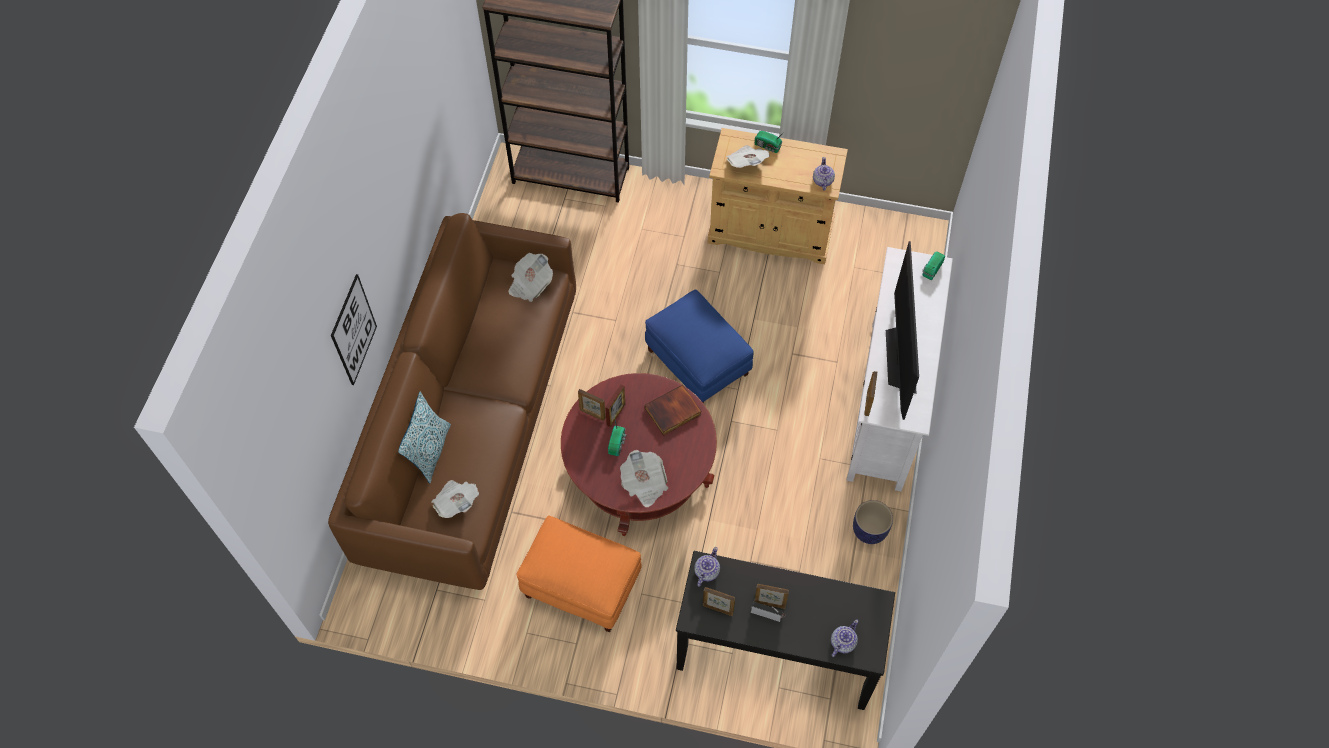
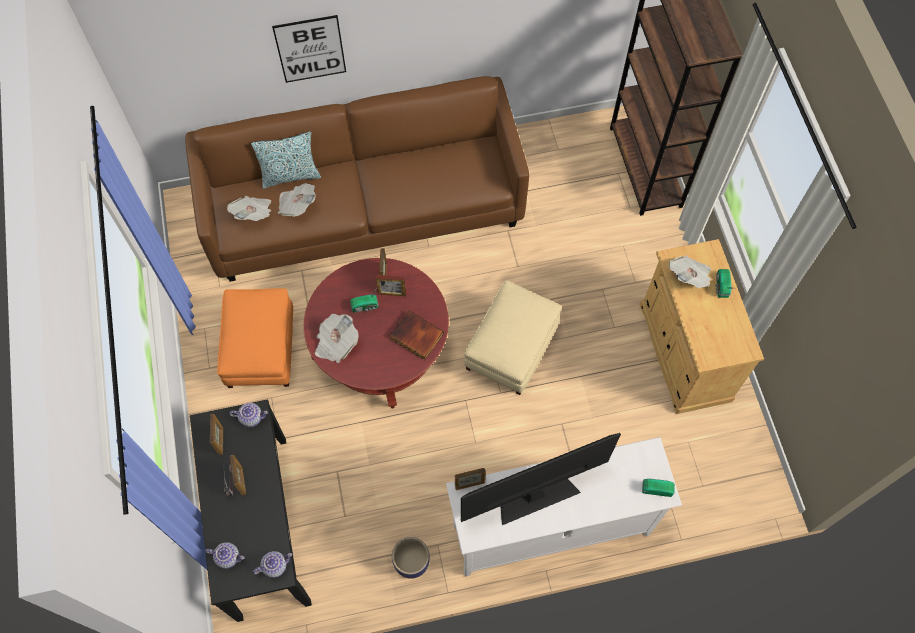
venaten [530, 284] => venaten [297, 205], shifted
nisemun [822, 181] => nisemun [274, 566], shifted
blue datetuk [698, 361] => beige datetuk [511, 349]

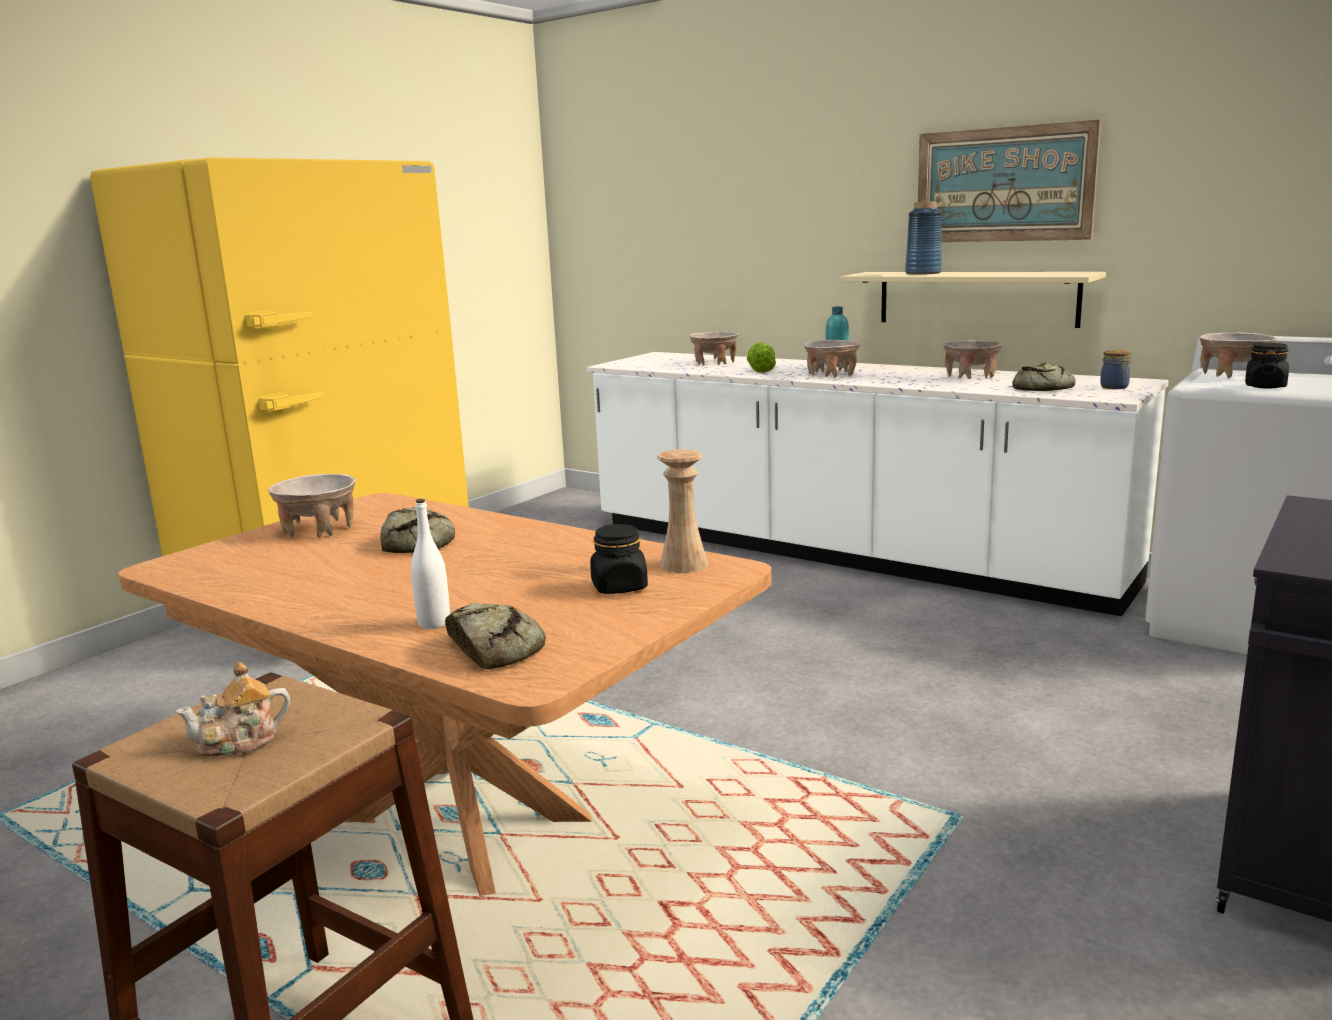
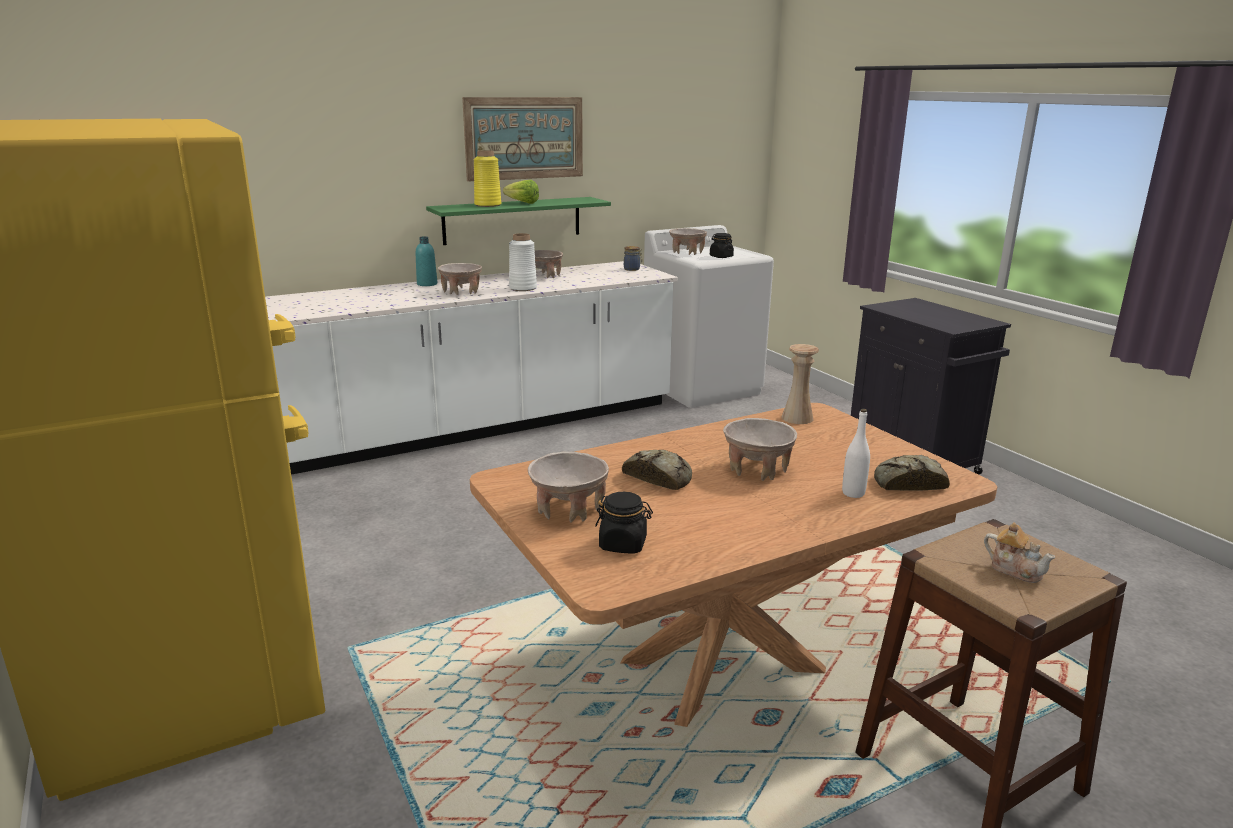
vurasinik [1041, 388] => nothing
nothing => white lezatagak [523, 288]
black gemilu [619, 587] => black gemilu [623, 544], shifted
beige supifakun [714, 363] => beige supifakun [757, 469], shifted
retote [760, 370] => retote [520, 203], shifted
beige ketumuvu [976, 298] => green ketumuvu [512, 220]
blue lezatagak [923, 273] => yellow lezatagak [487, 205]
nisemun [240, 742] => nisemun [1015, 570], 45 degrees counterclockwise

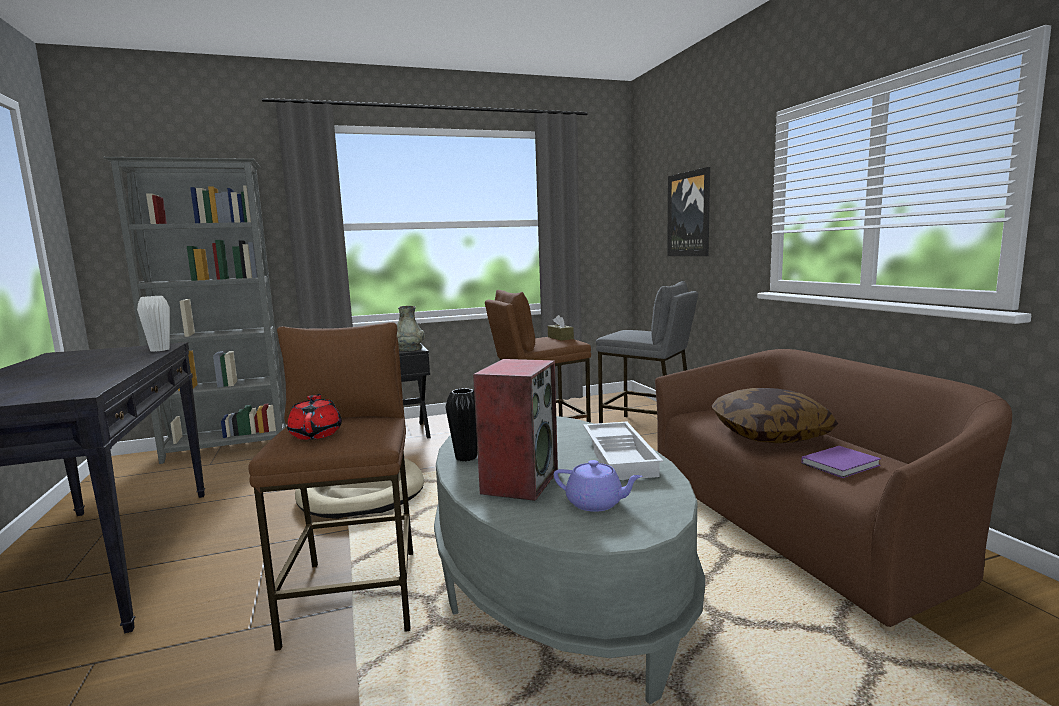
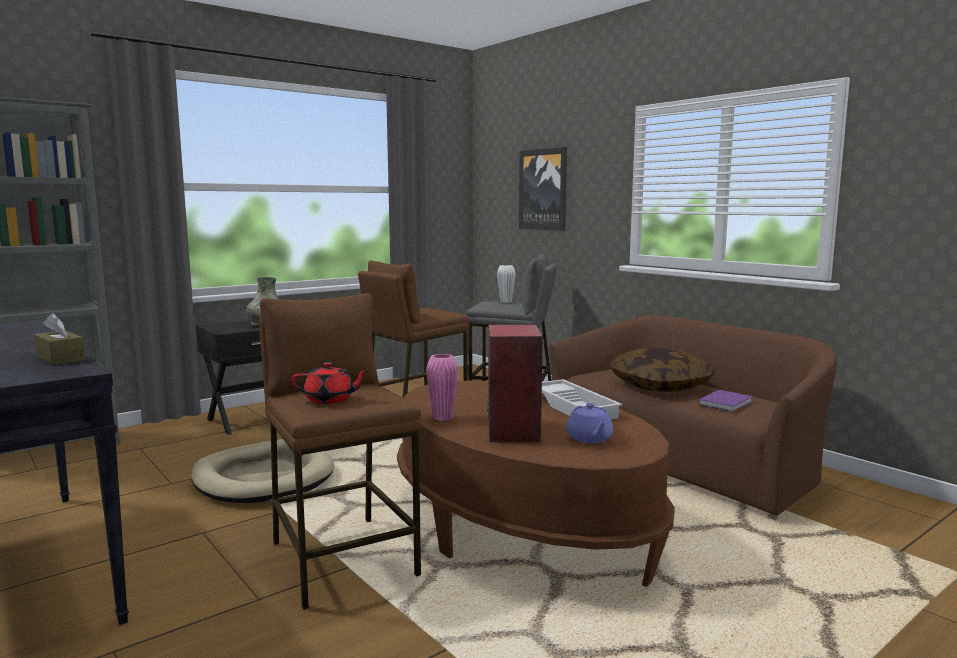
white lezatagak [159, 350] => white lezatagak [506, 302], shifted
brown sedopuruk [560, 338] => brown sedopuruk [60, 358], shifted
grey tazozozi [556, 586] => brown tazozozi [521, 527]
black lezatagak [466, 457] => pink lezatagak [442, 417]
red nisemun [316, 434] => red nisemun [330, 399], 120 degrees clockwise
purple nisemun [596, 503] => purple nisemun [589, 439], 75 degrees clockwise

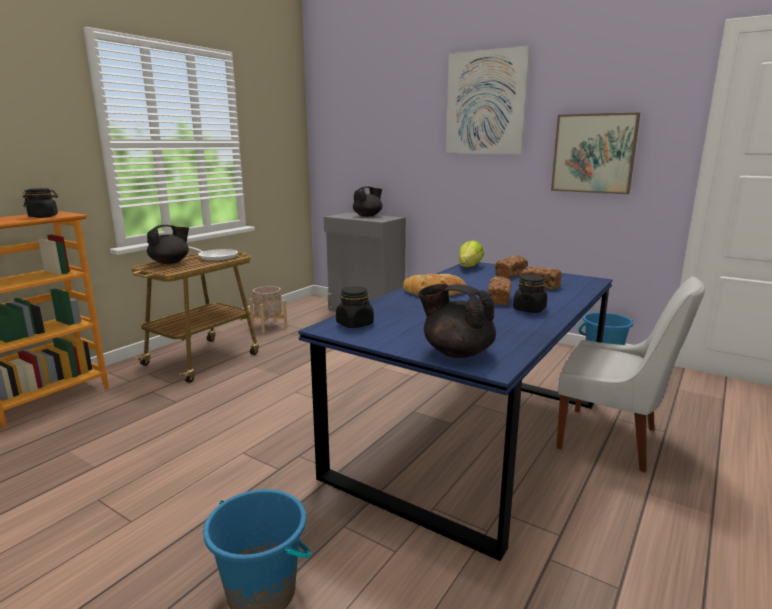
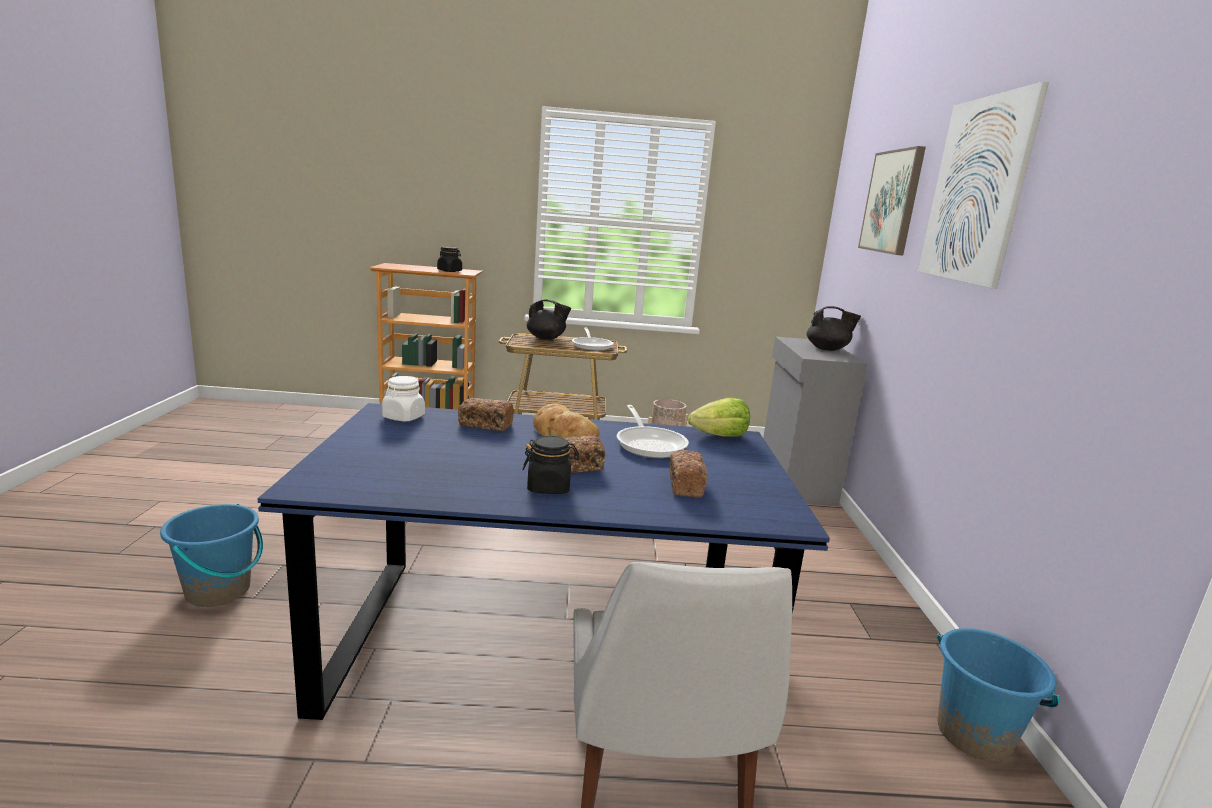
black nisemun [456, 352] => nothing
nothing => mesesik [649, 444]
vurasinik [511, 274] => vurasinik [485, 425], shifted
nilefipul [593, 153] => nilefipul [892, 202], shifted
black gemilu [355, 324] => white gemilu [403, 417]

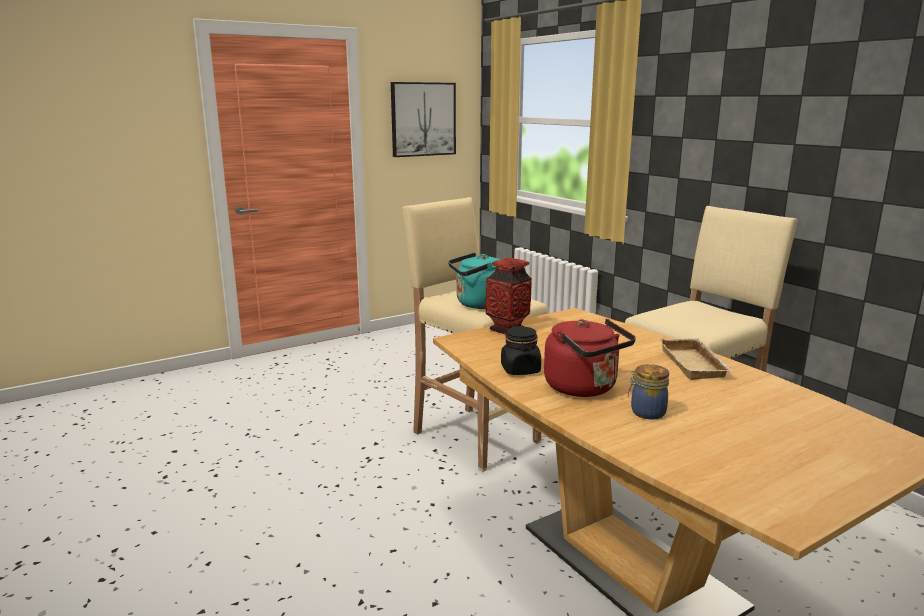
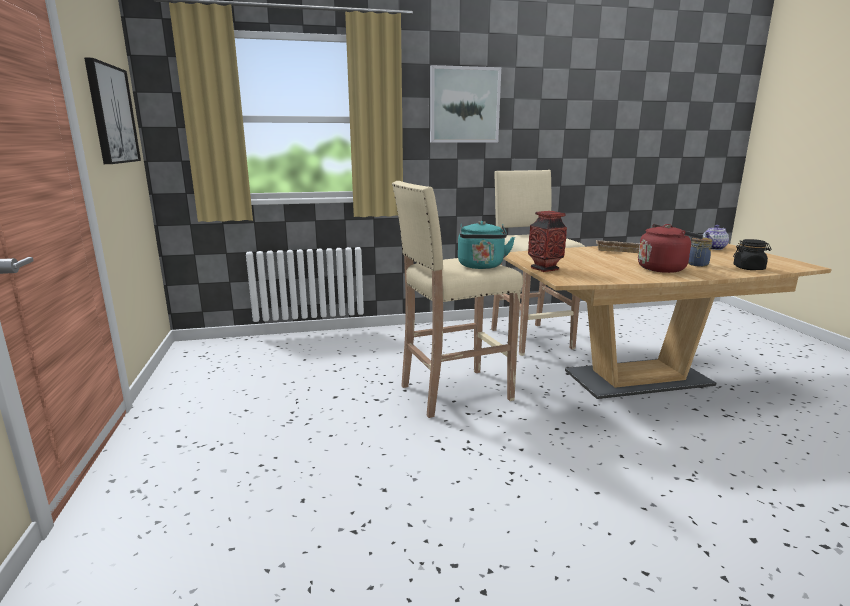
nothing => nilefipul [464, 105]
nothing => nisemun [713, 248]
black gemilu [520, 370] => black gemilu [749, 268], shifted

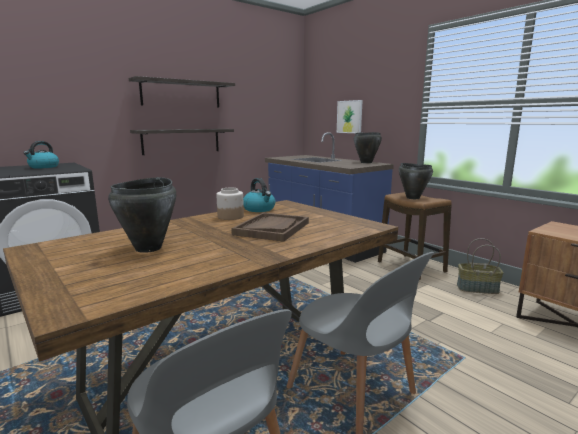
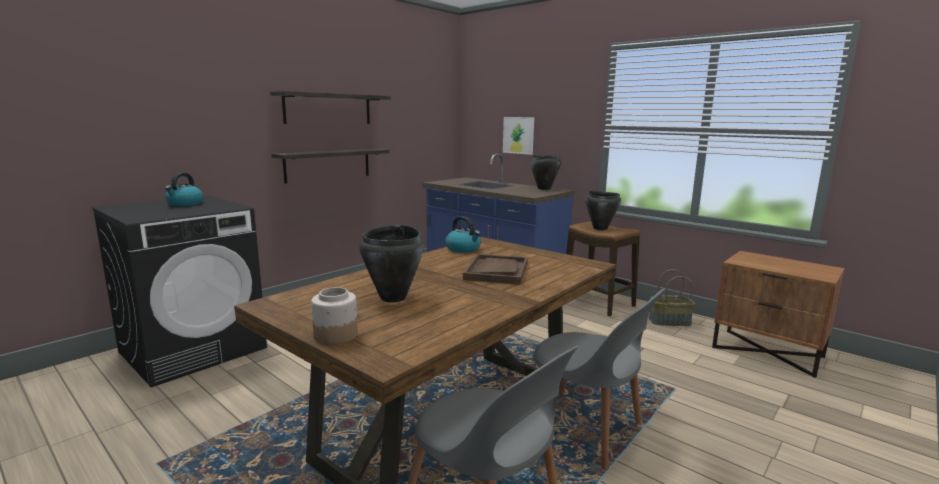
gemilu [230, 217] => gemilu [335, 336], shifted

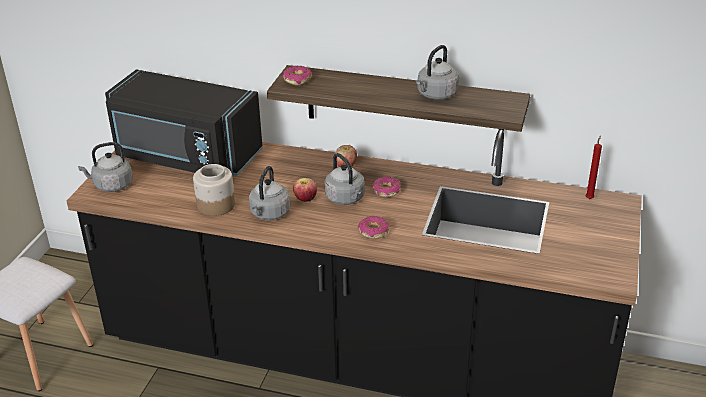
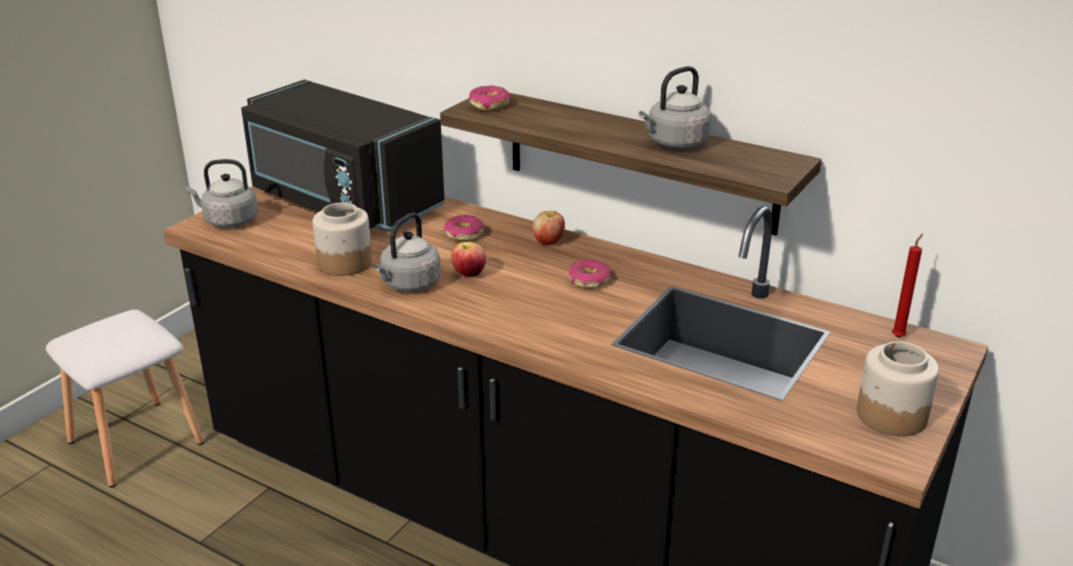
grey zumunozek [346, 199] => nothing
nothing => gemilu [890, 415]
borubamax [373, 232] => borubamax [463, 234], shifted

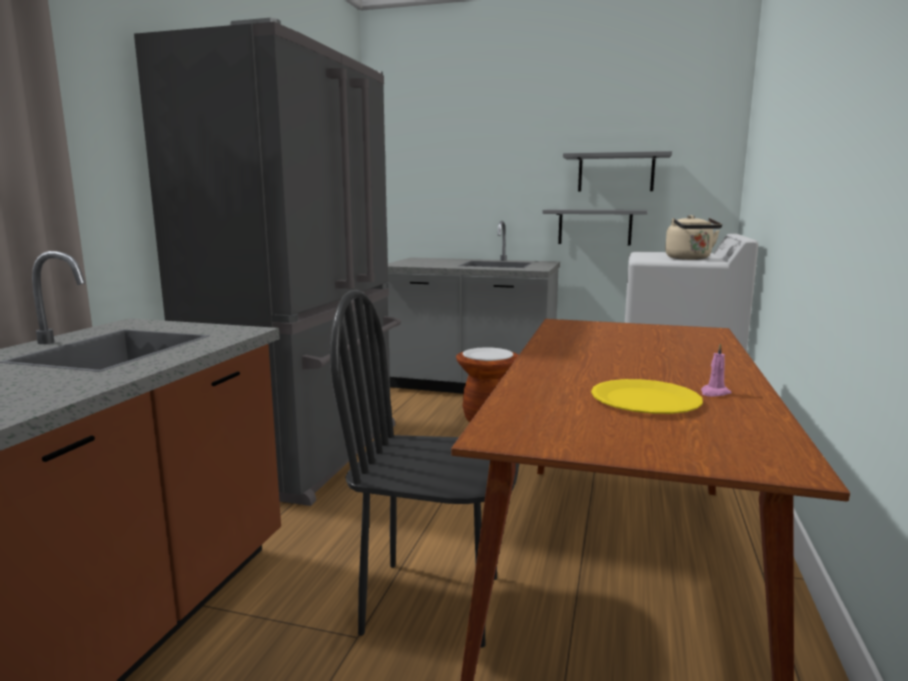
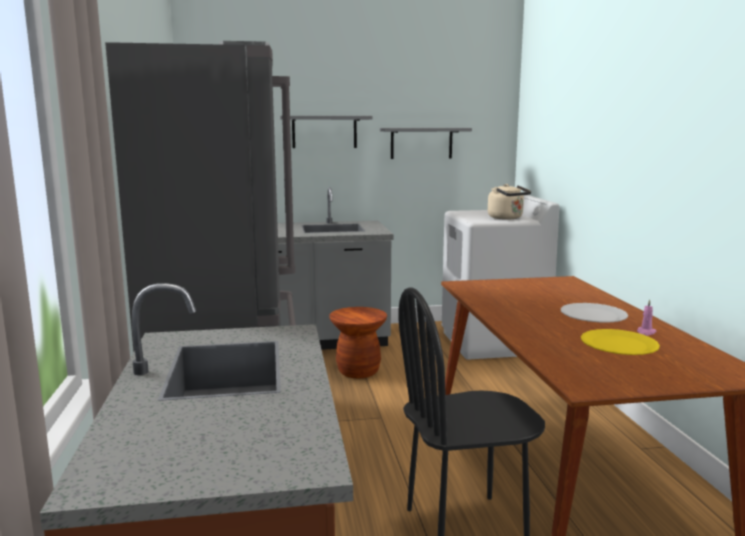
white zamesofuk [487, 356] => white zamesofuk [593, 315], shifted
grey ketumuvu [594, 227] => grey ketumuvu [324, 132], shifted

